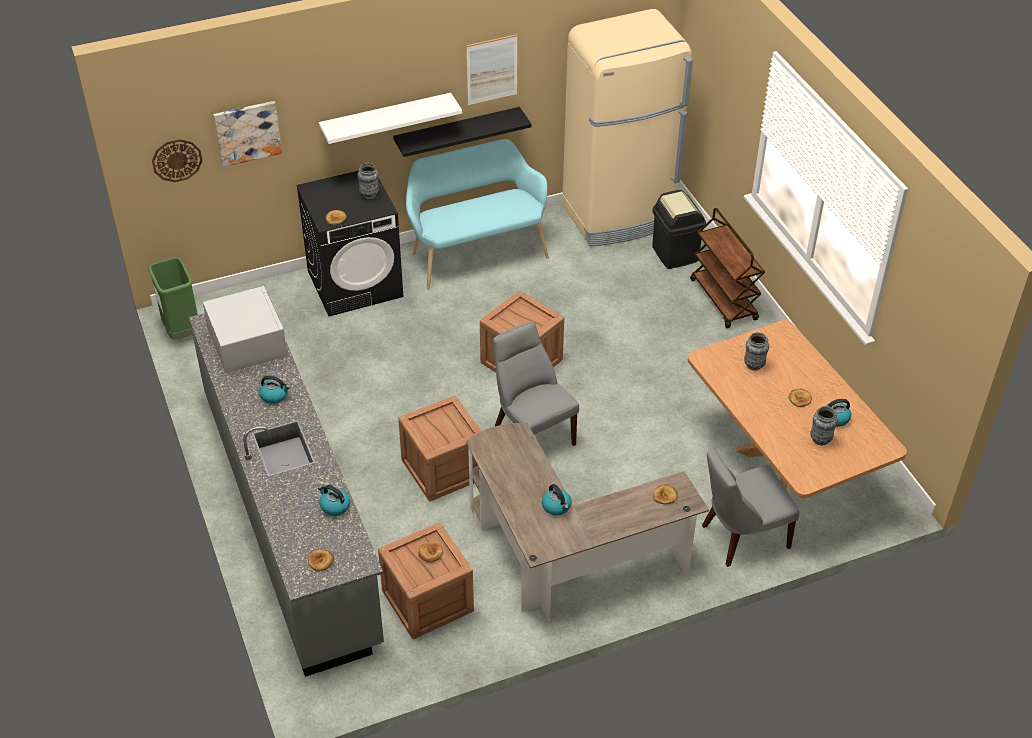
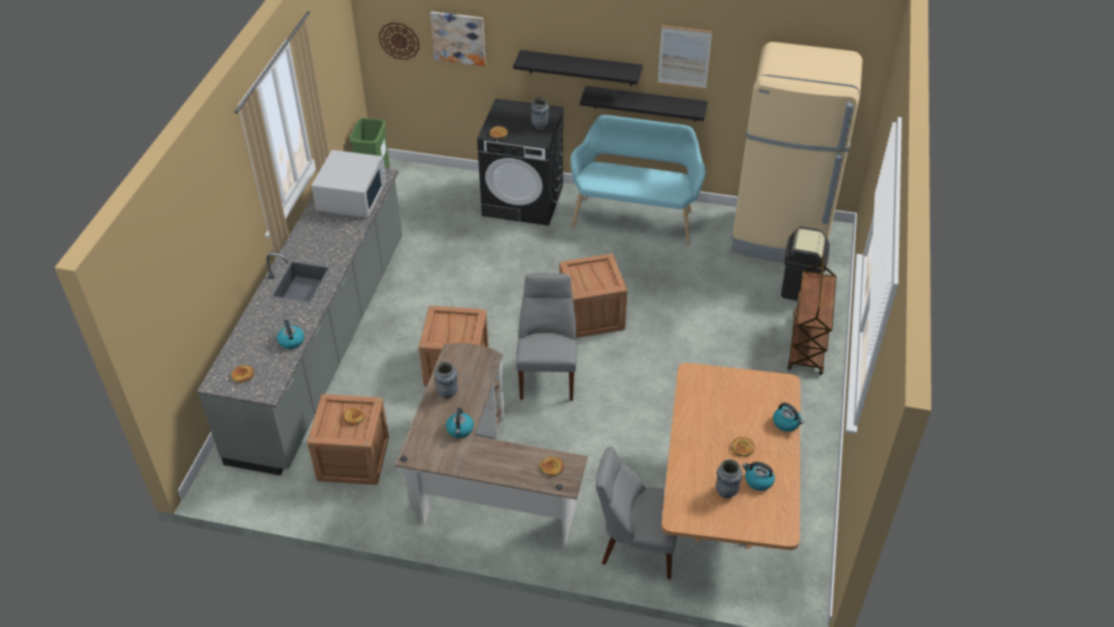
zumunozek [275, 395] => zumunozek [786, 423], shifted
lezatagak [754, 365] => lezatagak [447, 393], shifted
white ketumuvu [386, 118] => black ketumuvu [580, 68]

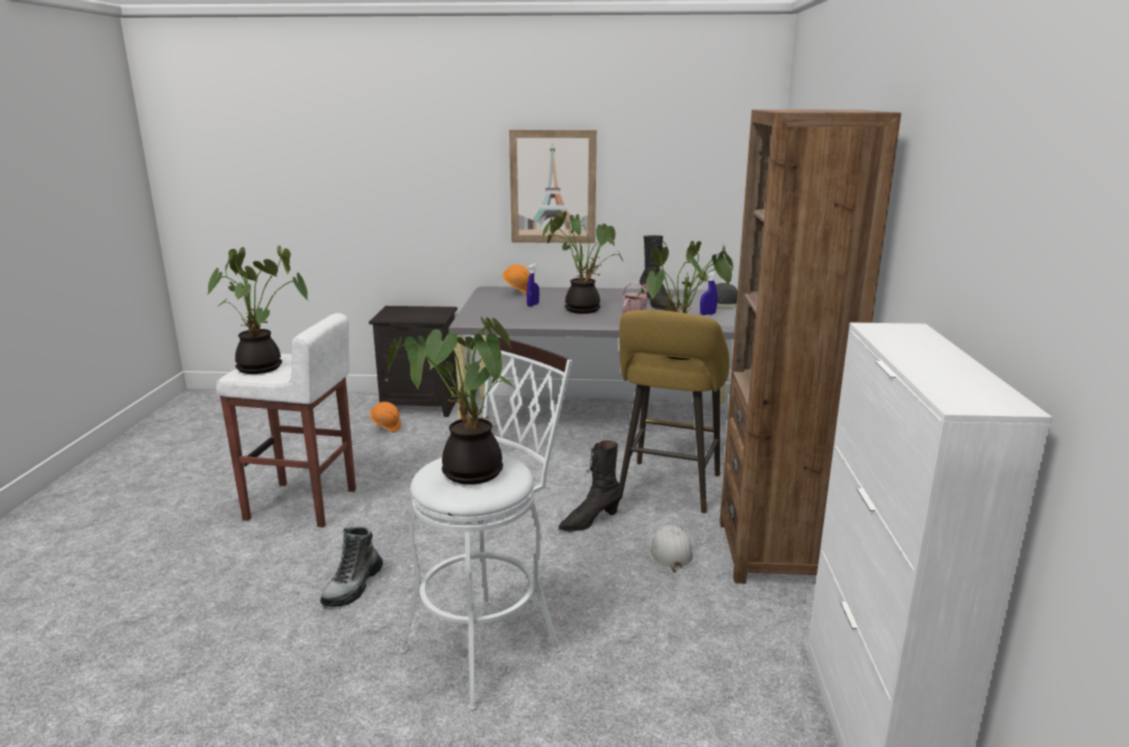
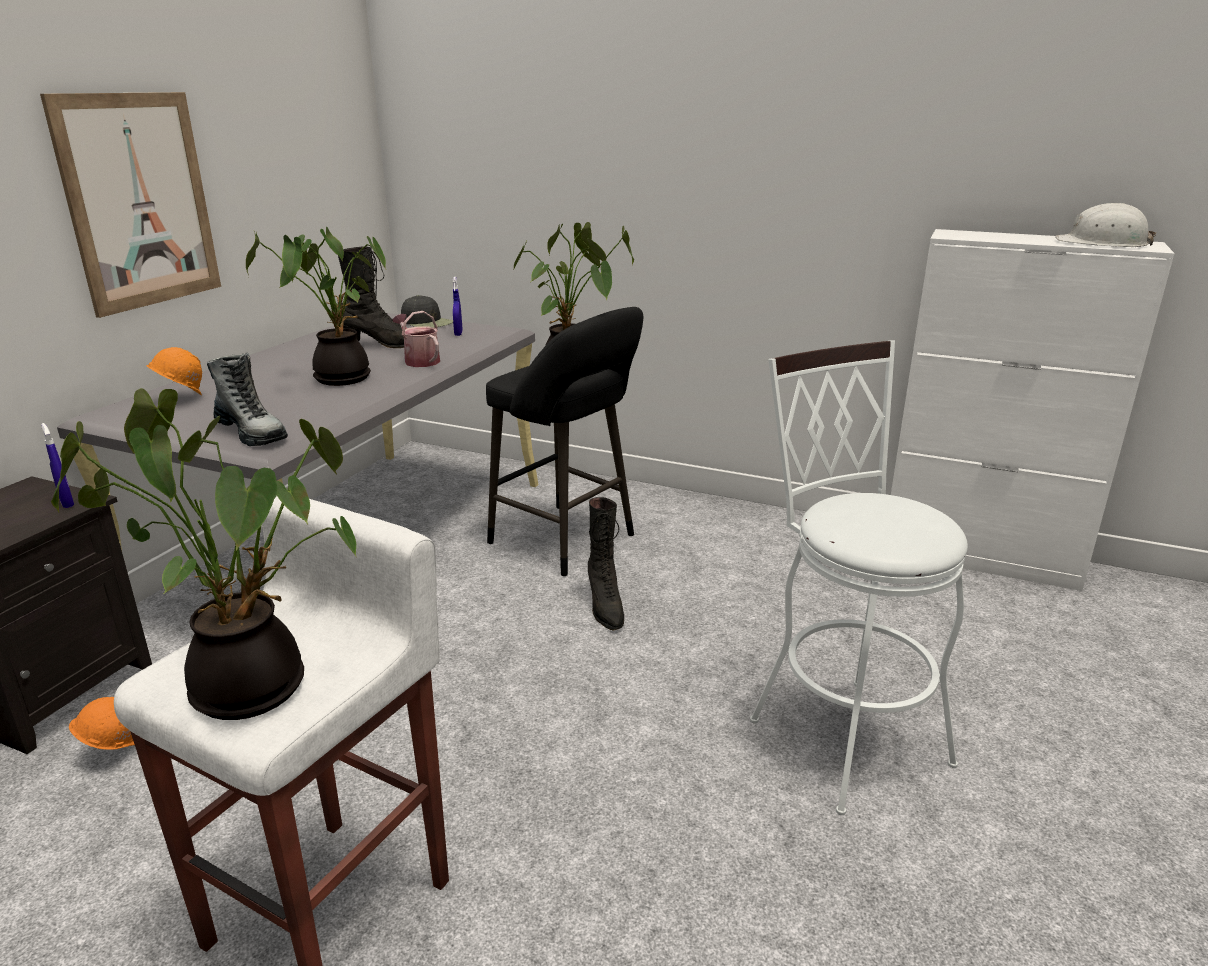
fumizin [466, 472] => nothing
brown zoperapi [773, 552] => nothing
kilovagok [353, 586] => kilovagok [252, 433], shifted
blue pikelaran [533, 305] => blue pikelaran [67, 503], shifted
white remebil [670, 554] => white remebil [1102, 243], shifted
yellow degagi [668, 489] => black degagi [568, 541]

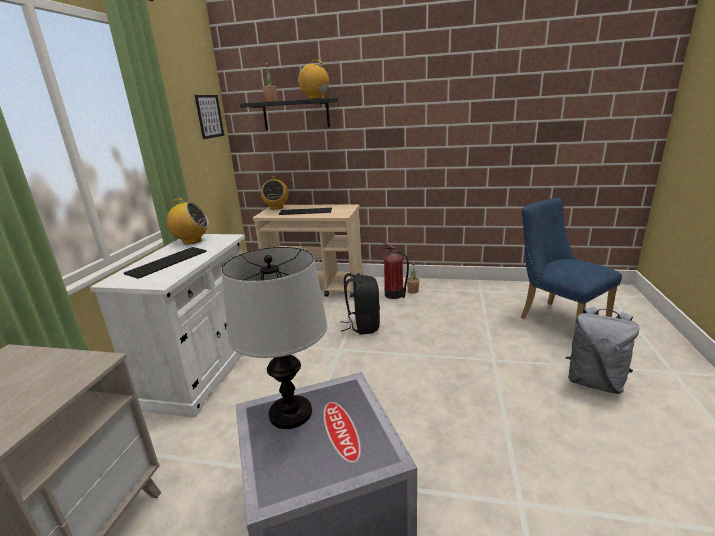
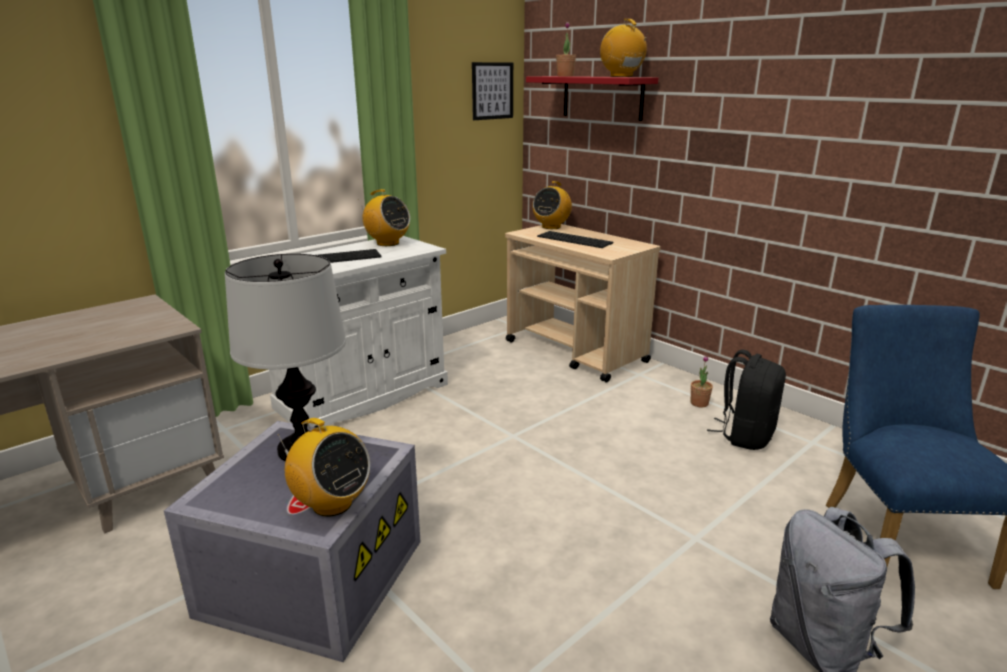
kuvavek [395, 295] => nothing
nothing => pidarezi [331, 504]
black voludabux [362, 326] => black voludabux [745, 435], shifted
black ketumuvu [296, 114] => red ketumuvu [602, 97]

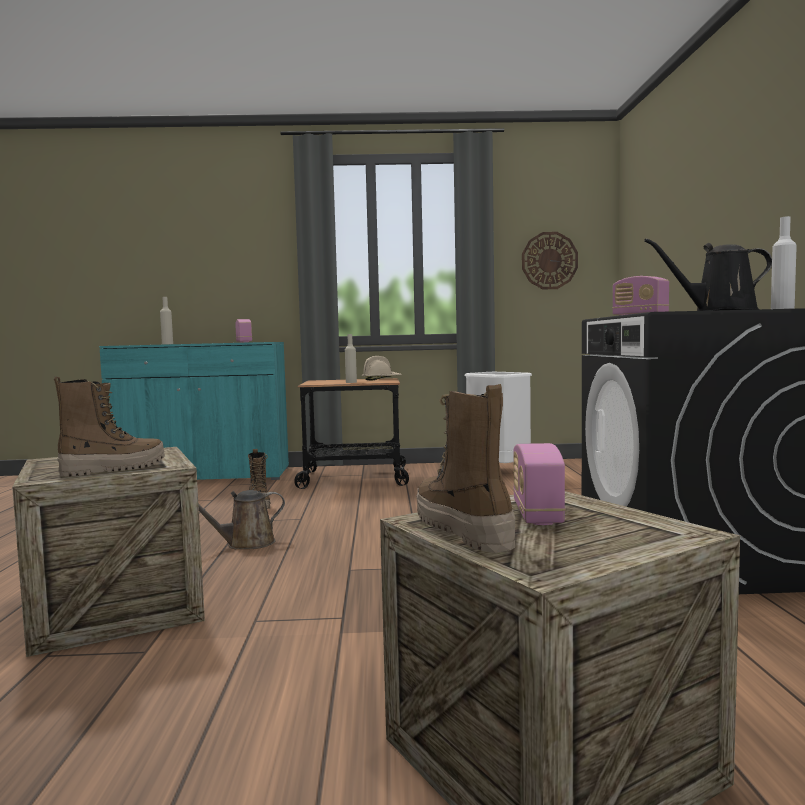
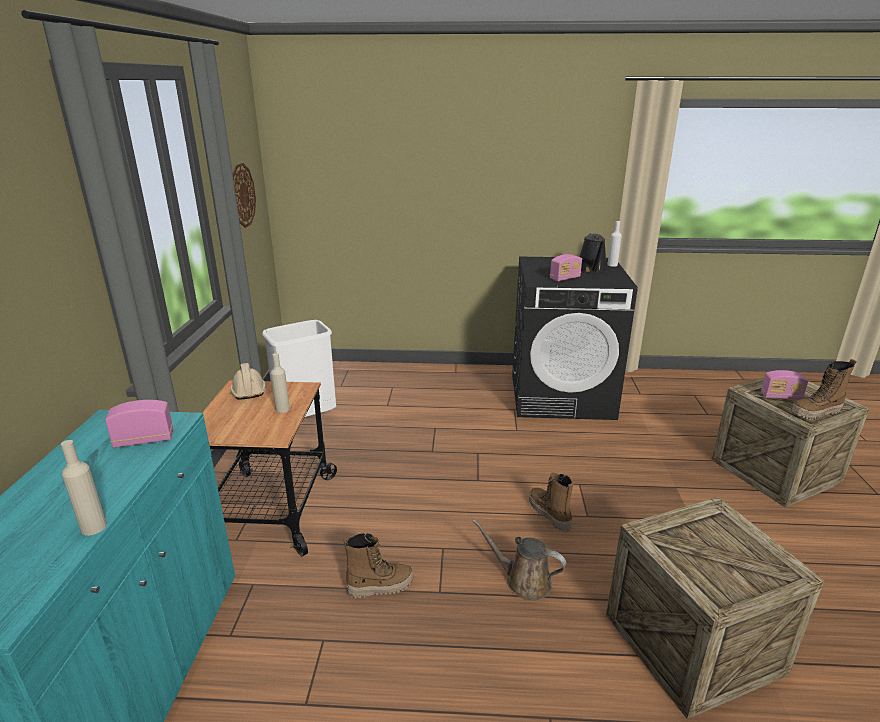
kilovagok [114, 469] => kilovagok [549, 514], shifted
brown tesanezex [246, 544] => brown tesanezex [523, 581], 135 degrees clockwise

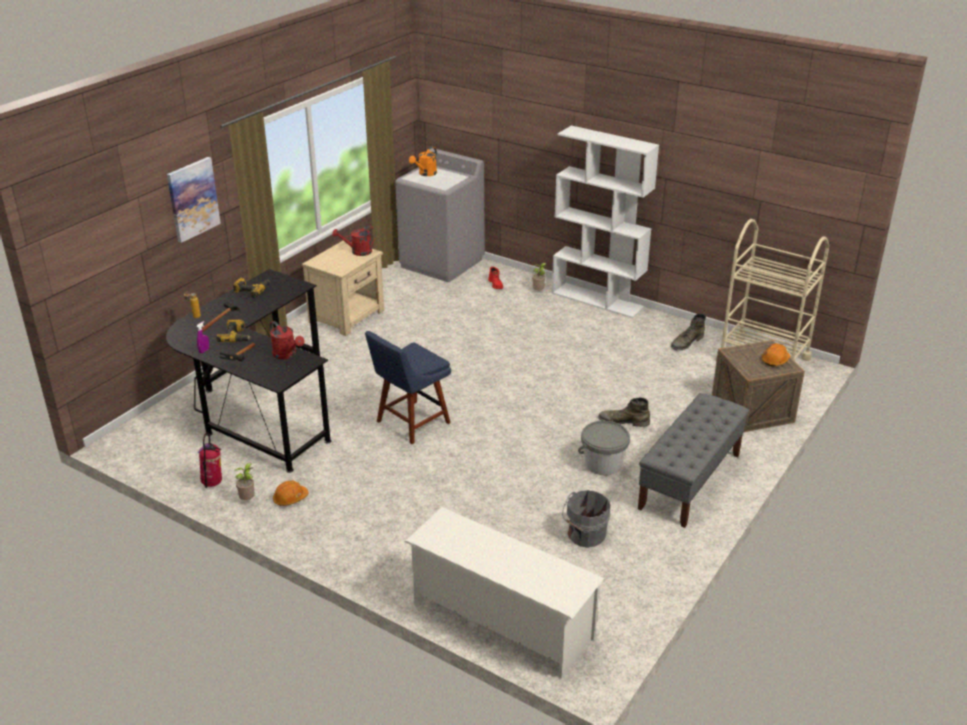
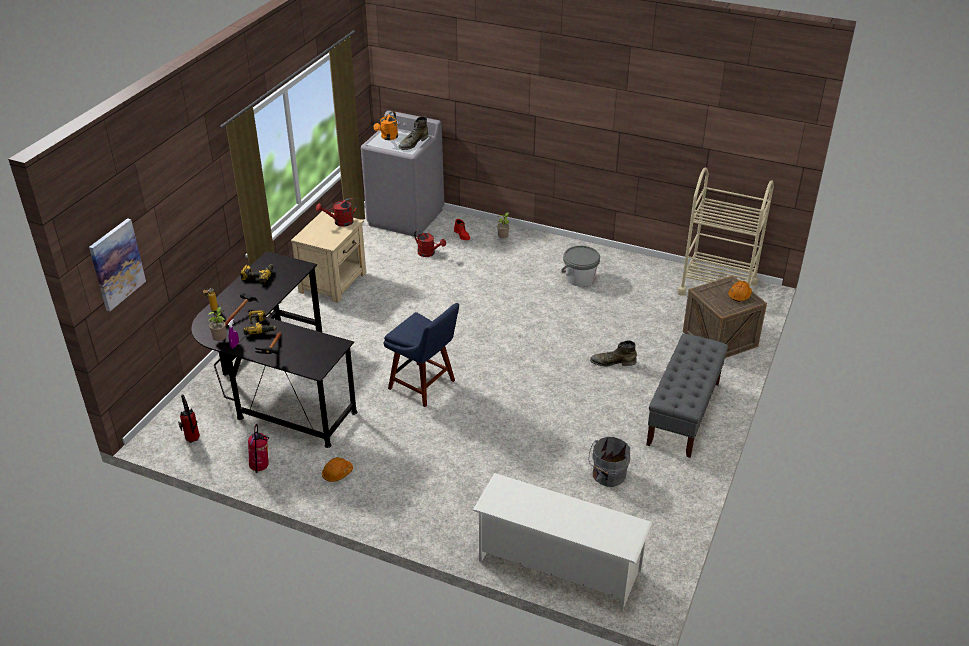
white zoperapi [598, 300] => nothing
nothing => kuvavek [192, 441]
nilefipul [193, 199] => nilefipul [116, 264], shifted
fumizin [248, 500] => fumizin [221, 340], shifted
red tesanezex [287, 355] => red tesanezex [429, 253], shifted
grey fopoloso [603, 464] => grey fopoloso [580, 278], shifted
green kilovagok [686, 342] => green kilovagok [413, 143], shifted
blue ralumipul [410, 423] => blue ralumipul [424, 386], 90 degrees counterclockwise

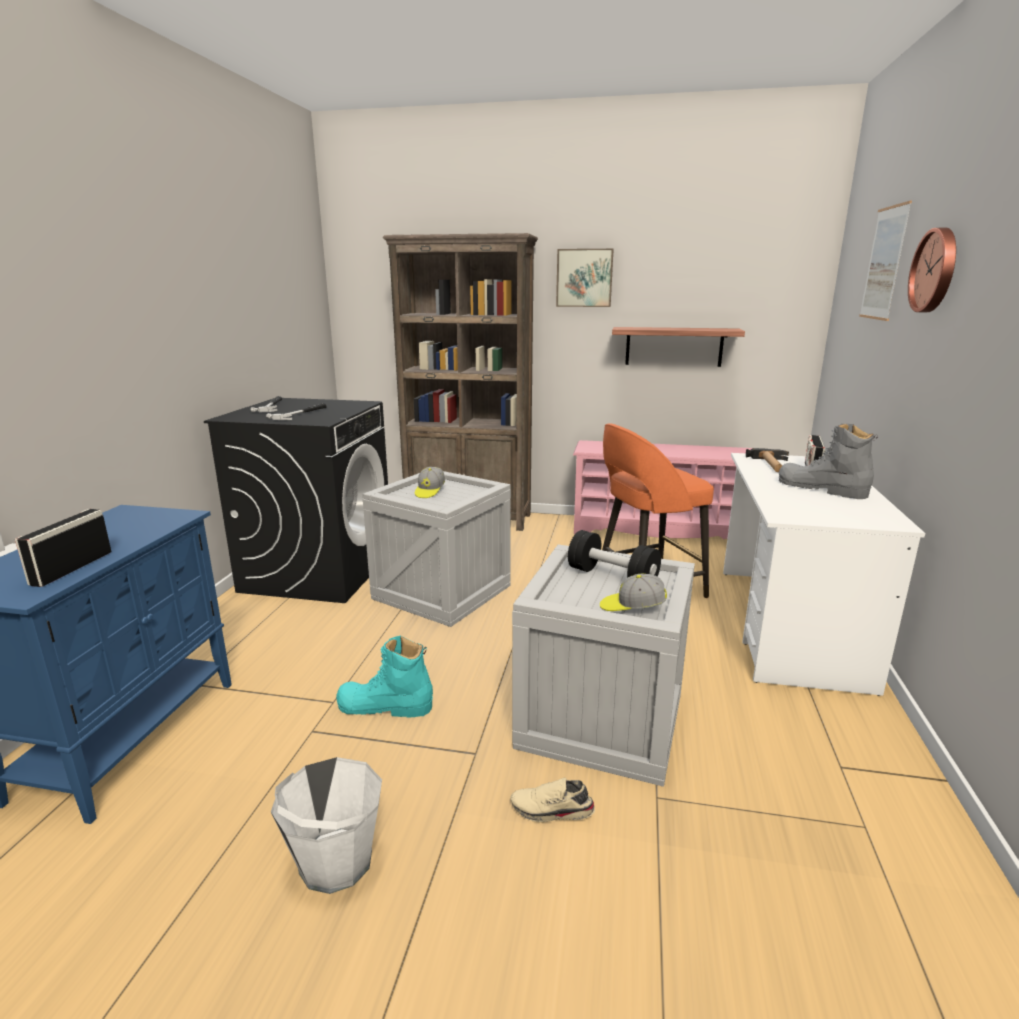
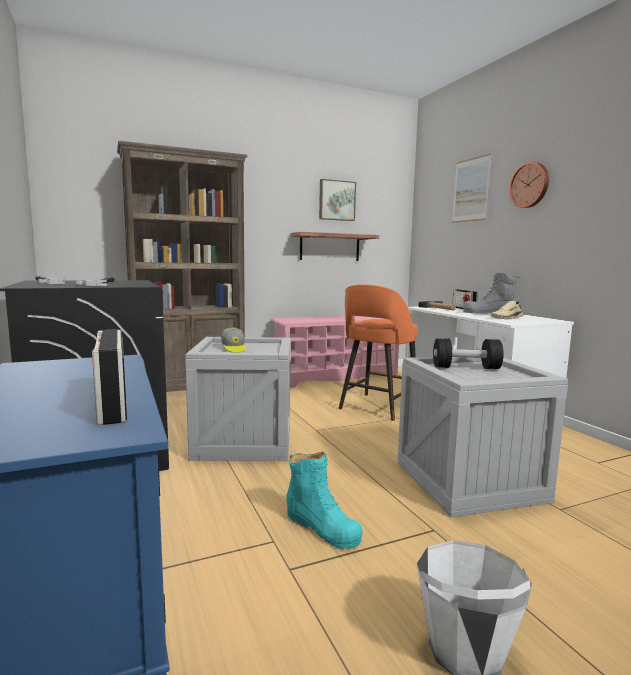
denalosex [632, 607] => nothing
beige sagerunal [551, 811] => beige sagerunal [507, 318], shifted
nilefipul [584, 278] => nilefipul [336, 200], shifted
turquoise kilovagok [385, 706] => turquoise kilovagok [322, 527], 105 degrees counterclockwise

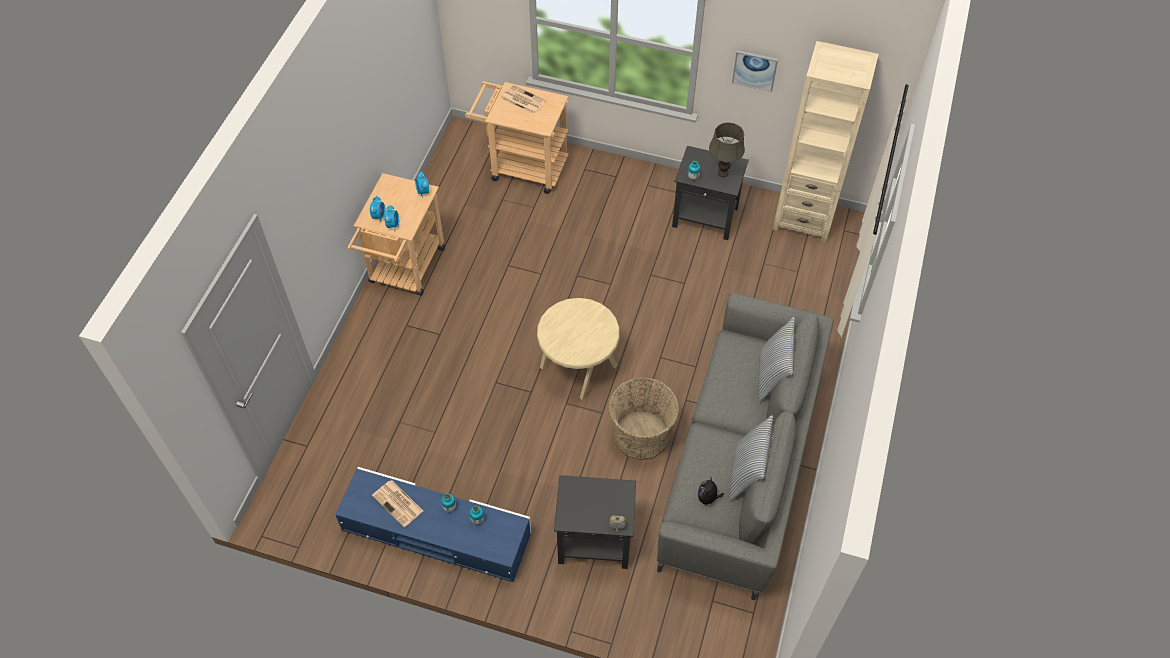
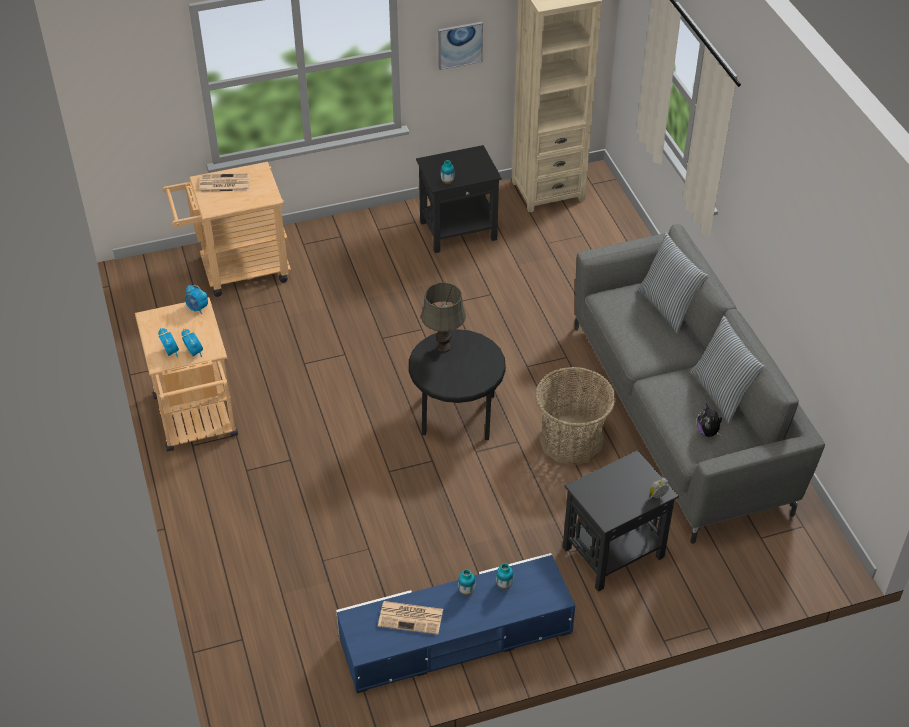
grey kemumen [722, 173] => grey kemumen [443, 347], shifted
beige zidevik [578, 366] => black zidevik [456, 414]

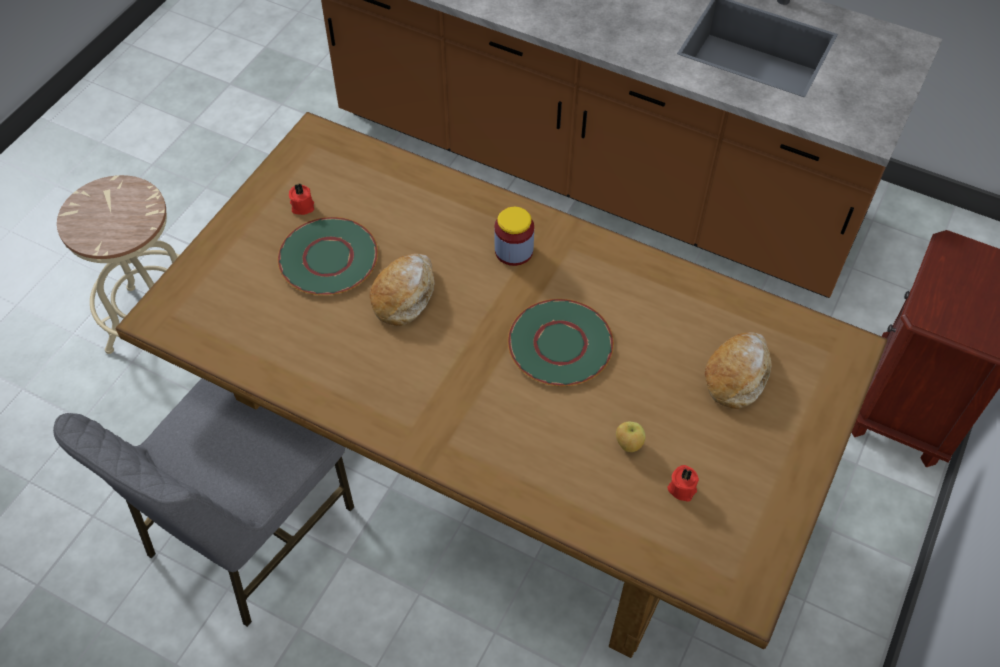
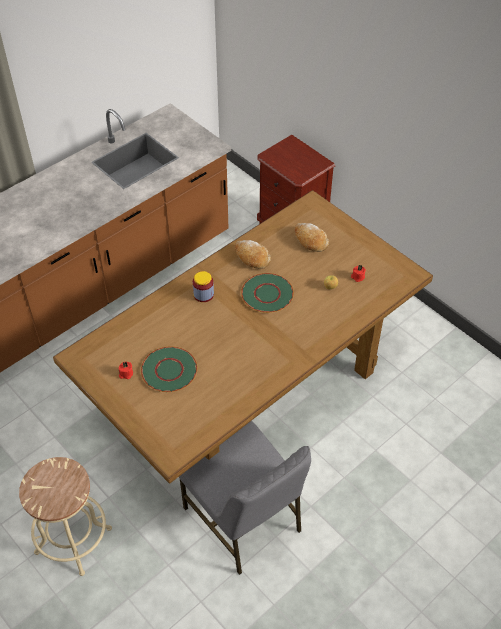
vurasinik [404, 295] => vurasinik [252, 258], shifted

